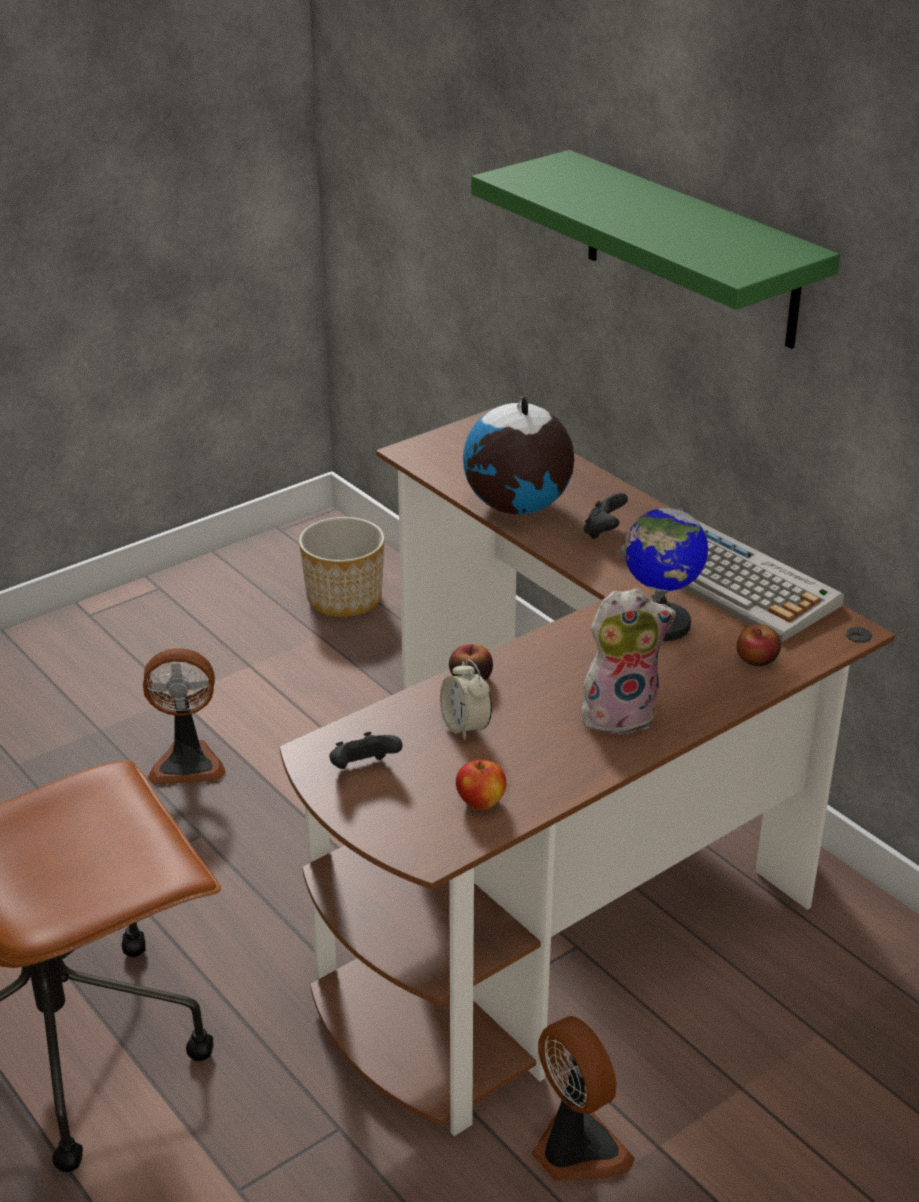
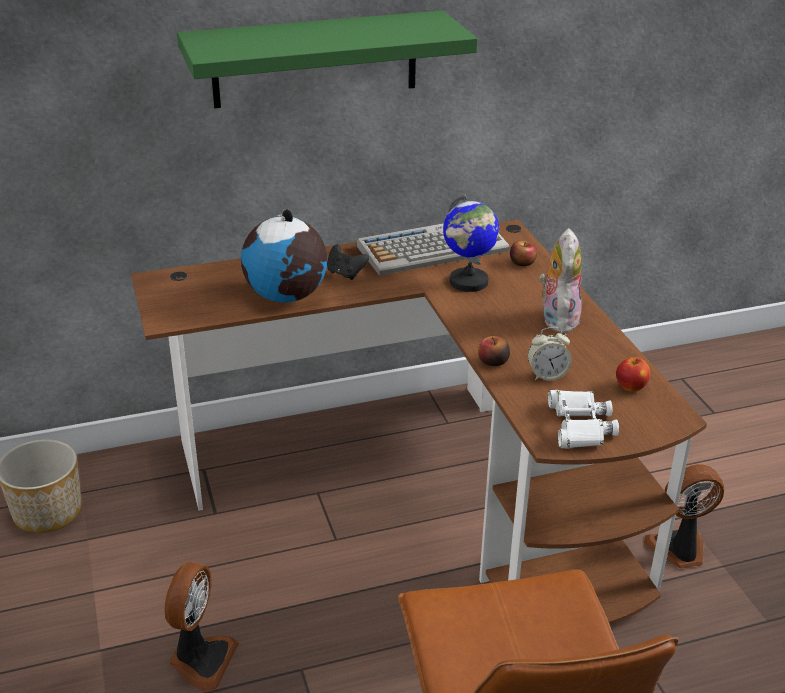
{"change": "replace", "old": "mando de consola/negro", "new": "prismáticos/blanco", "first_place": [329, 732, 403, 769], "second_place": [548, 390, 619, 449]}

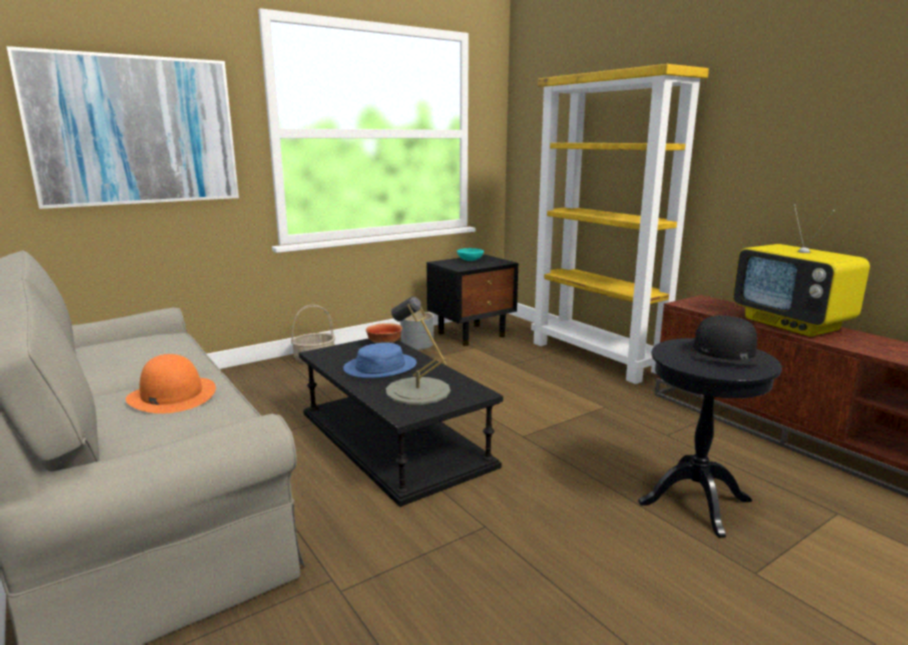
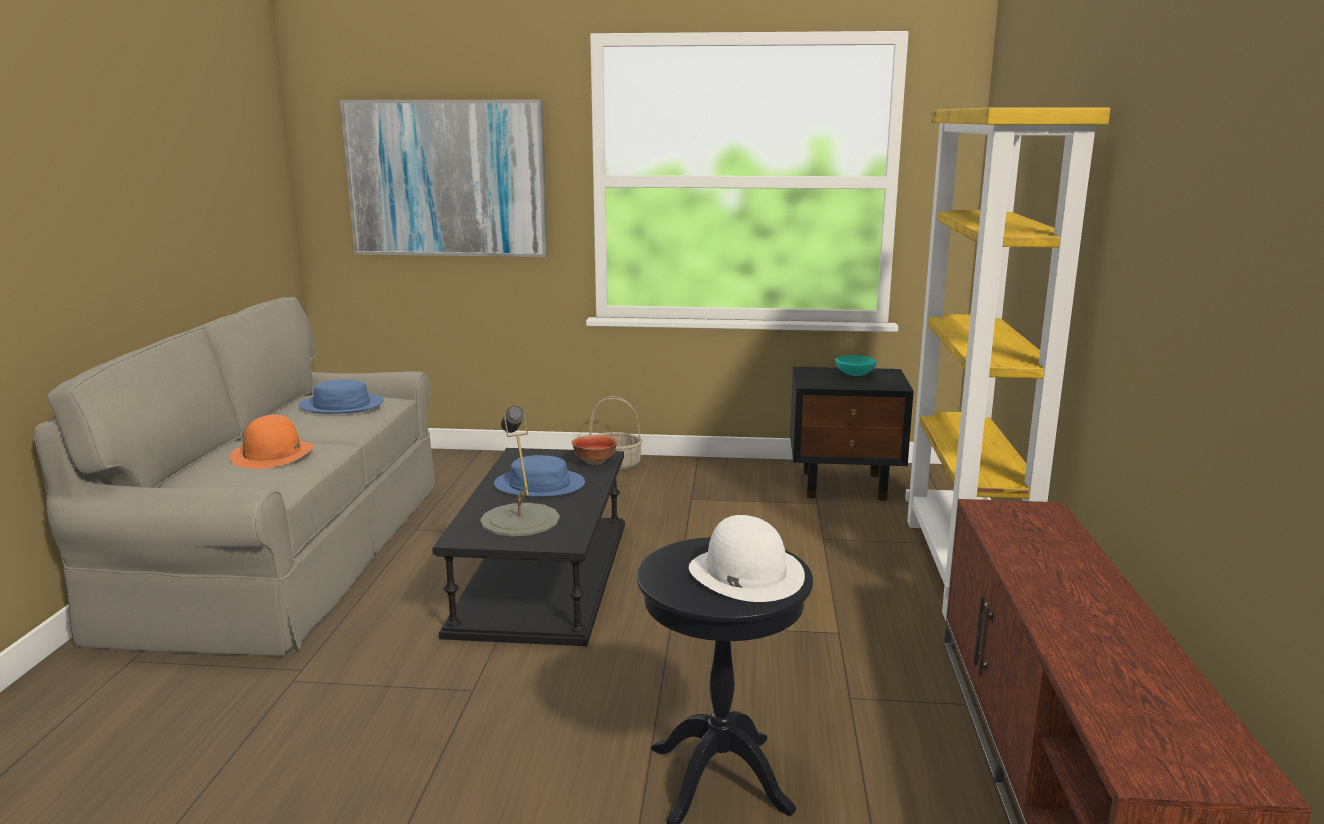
{"change": "delete", "old": "televisor", "first_place": [733, 204, 870, 337]}
{"change": "delete", "old": "maceta/gris", "first_place": [400, 311, 434, 350]}
{"change": "recolor", "old": "sombrero/negro", "new": "sombrero/blanco", "first_place": [680, 315, 770, 365], "second_place": [689, 515, 805, 602]}
{"change": "insert", "new": "sombrero/azul", "second_place": [298, 379, 384, 414]}

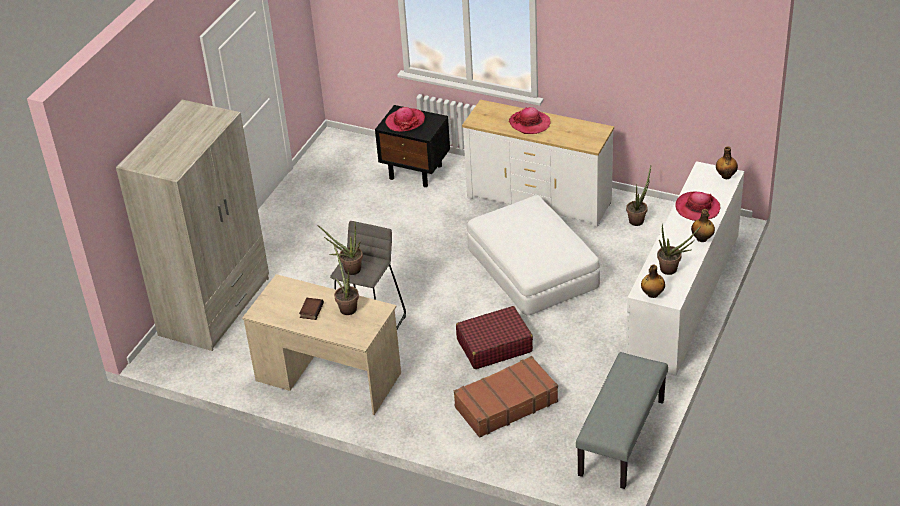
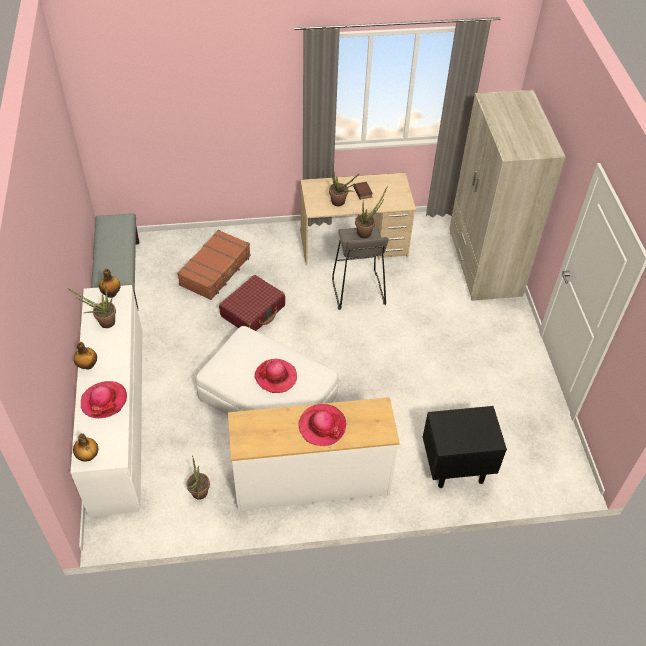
{"change": "move", "old": "sombrero", "first_place": [385, 107, 425, 132], "second_place": [254, 359, 297, 393]}

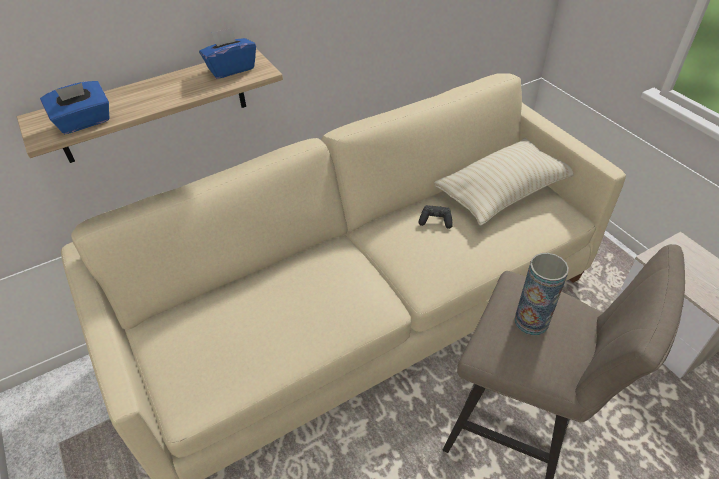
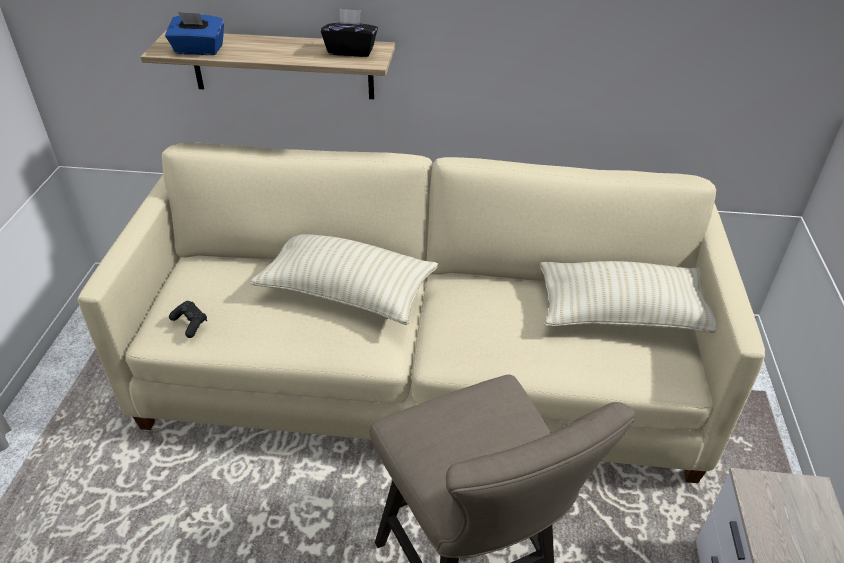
{"change": "recolor", "old": "caja de pañuelos/azul", "new": "caja de pañuelos/negro", "first_place": [199, 27, 256, 79], "second_place": [321, 8, 378, 57]}
{"change": "move", "old": "mando de consola/negro", "first_place": [419, 205, 453, 229], "second_place": [169, 301, 207, 338]}
{"change": "delete", "old": "florero", "first_place": [514, 253, 569, 336]}
{"change": "insert", "new": "cojín/beis", "second_place": [251, 234, 438, 325]}

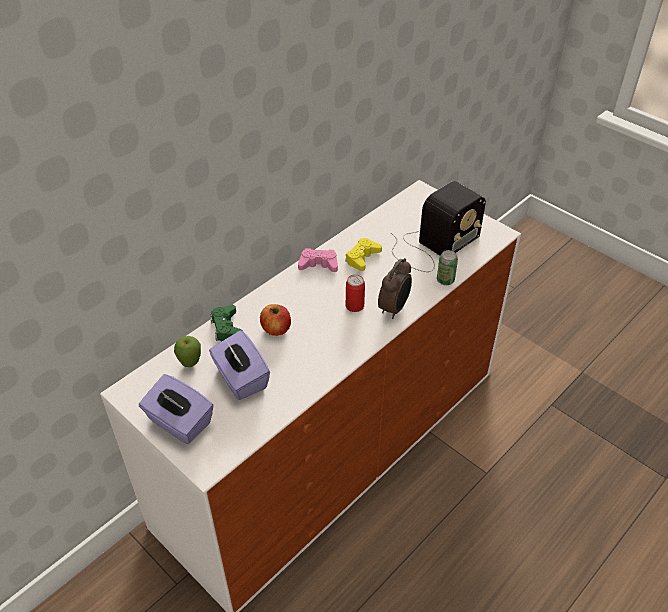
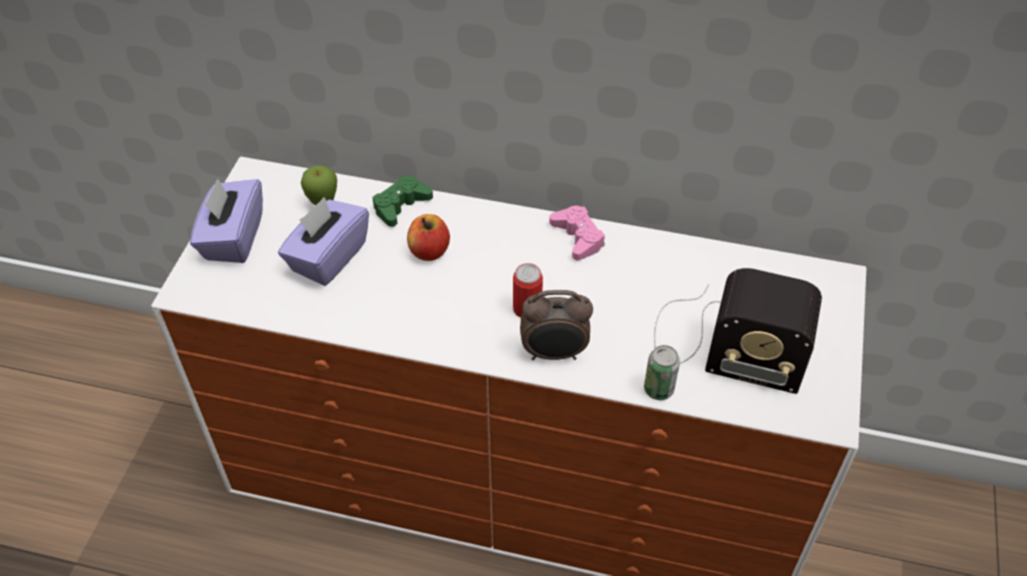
{"change": "delete", "old": "mando de consola/amarillo", "first_place": [345, 238, 382, 271]}

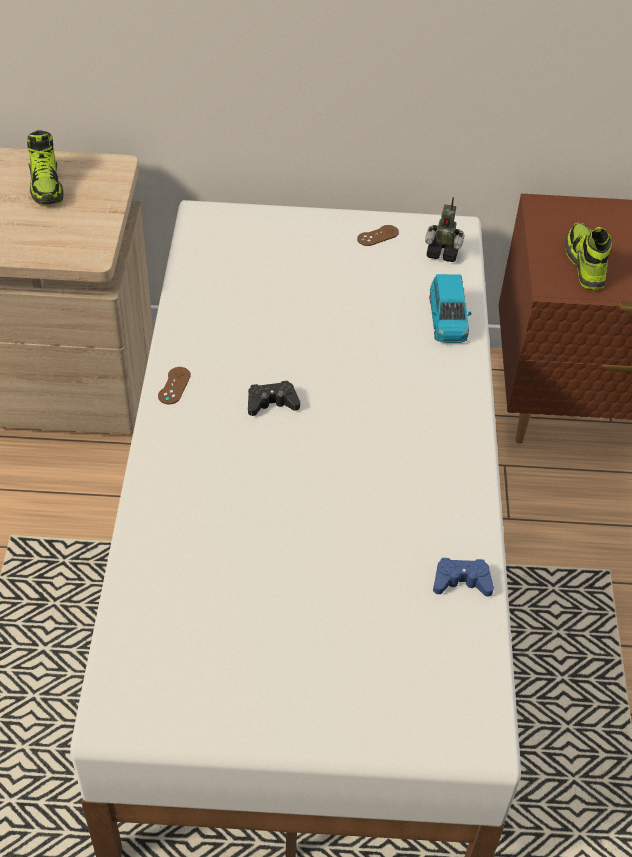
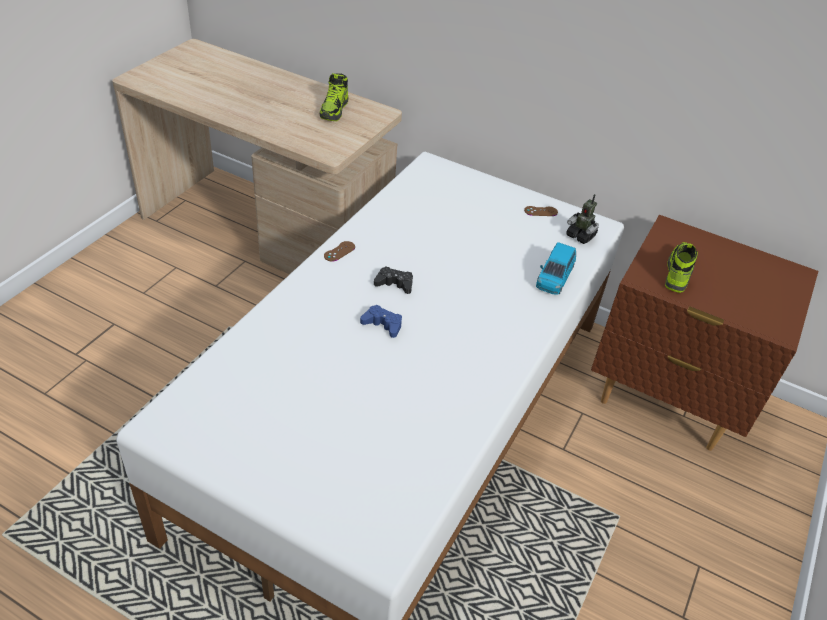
{"change": "move", "old": "mando de consola/azul", "first_place": [433, 558, 494, 597], "second_place": [360, 305, 402, 338]}

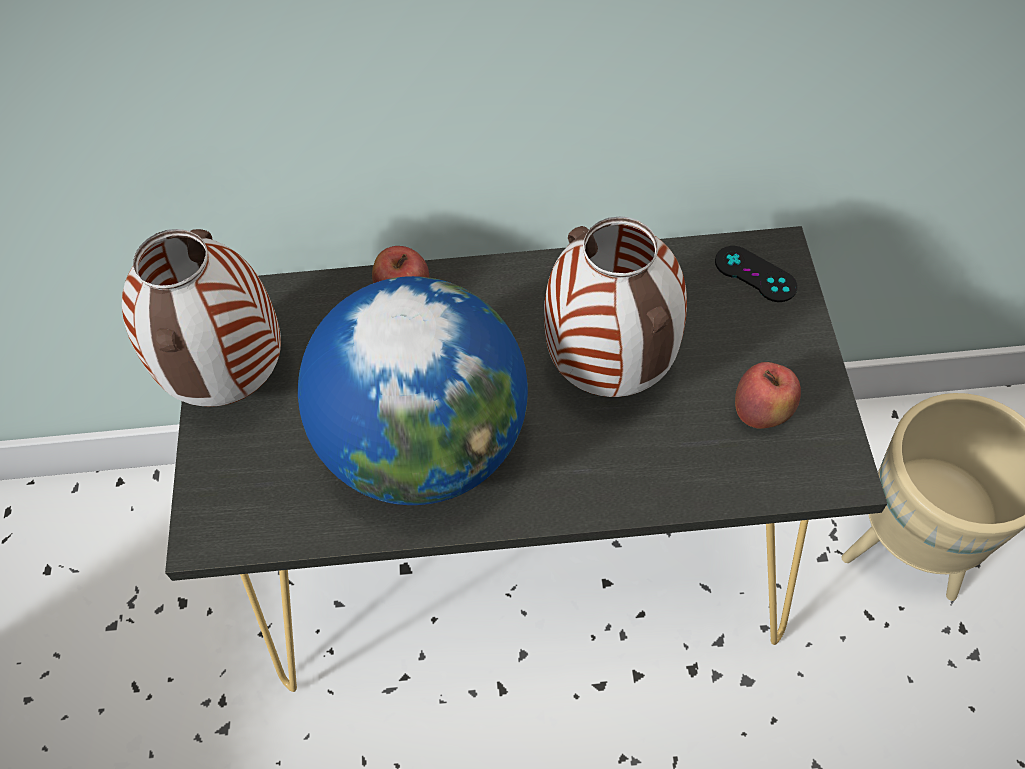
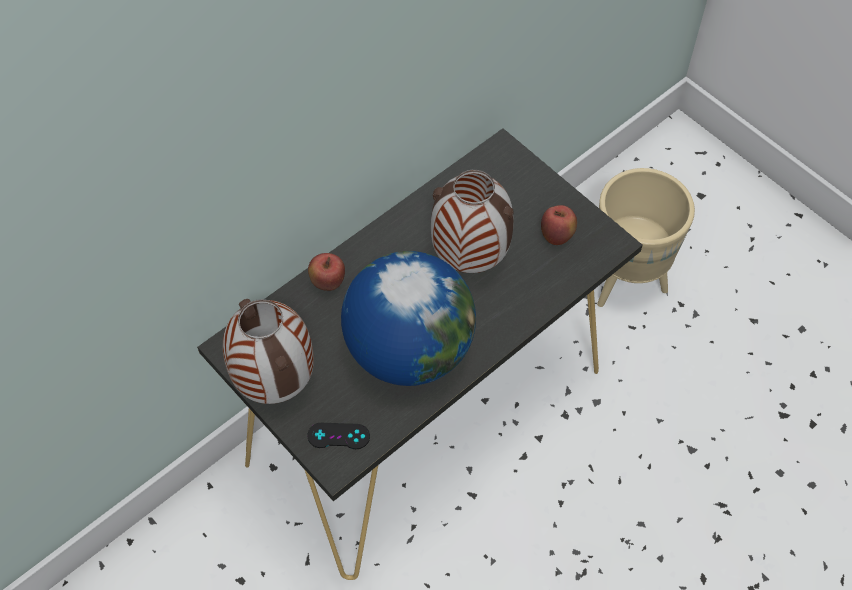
{"change": "move", "old": "mando de consola/negro", "first_place": [715, 246, 798, 302], "second_place": [307, 423, 370, 449]}

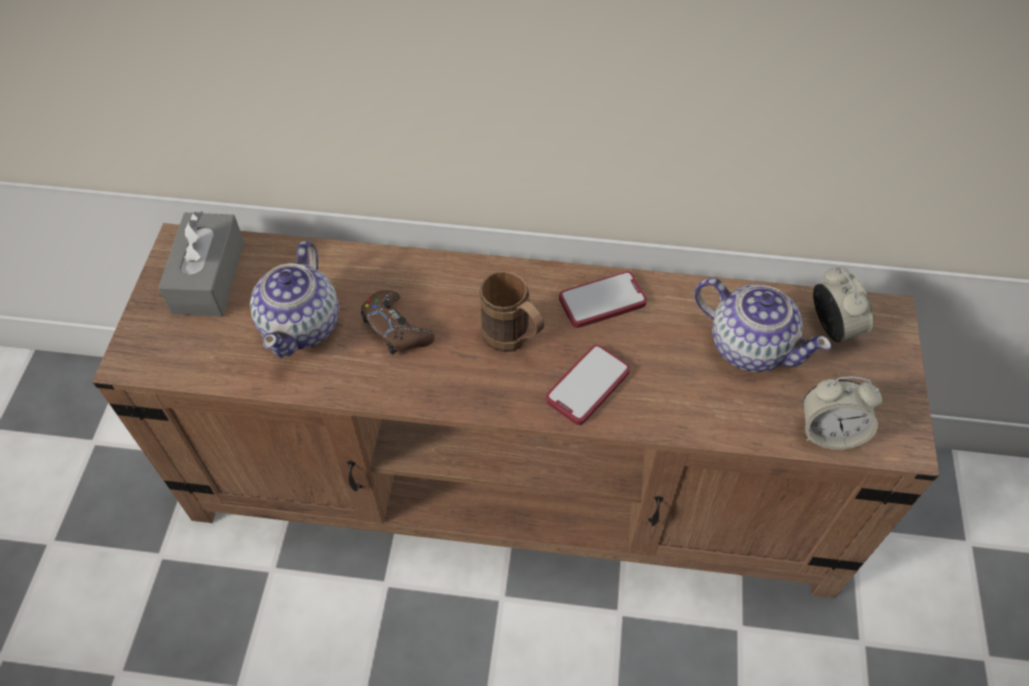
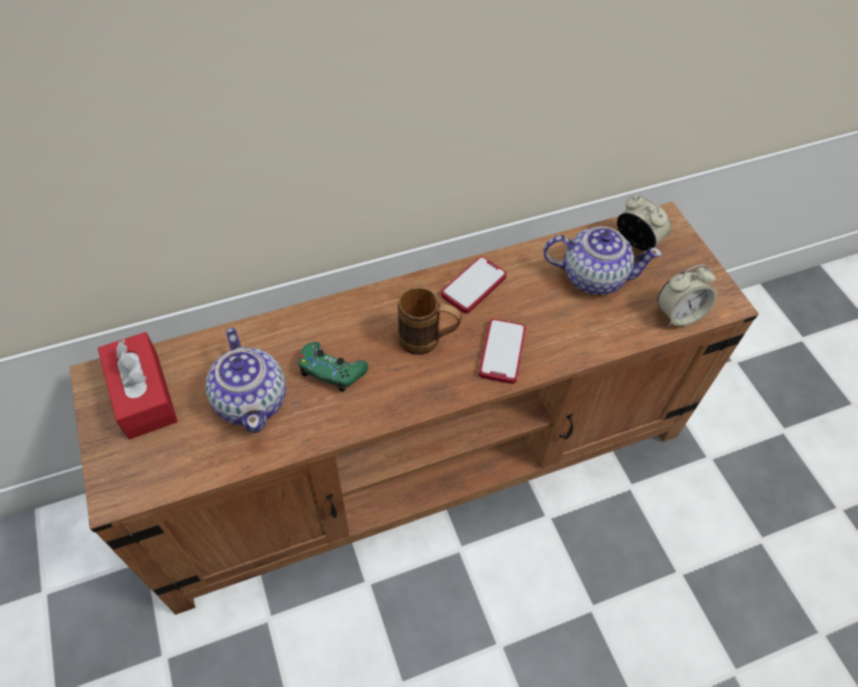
{"change": "recolor", "old": "caja de pañuelos/gris", "new": "caja de pañuelos/rojo", "first_place": [158, 211, 244, 316], "second_place": [98, 332, 178, 439]}
{"change": "recolor", "old": "mando de consola/marrón", "new": "mando de consola/verde", "first_place": [361, 290, 435, 355], "second_place": [298, 342, 368, 392]}

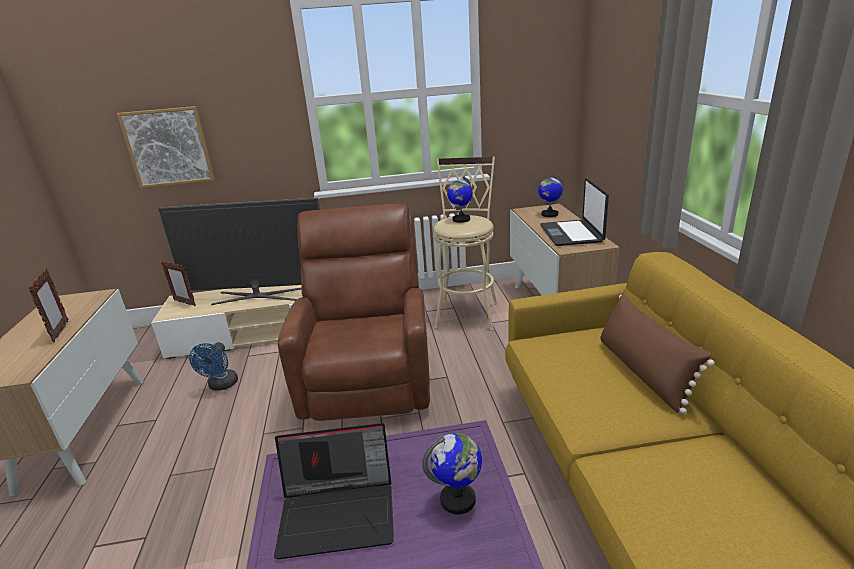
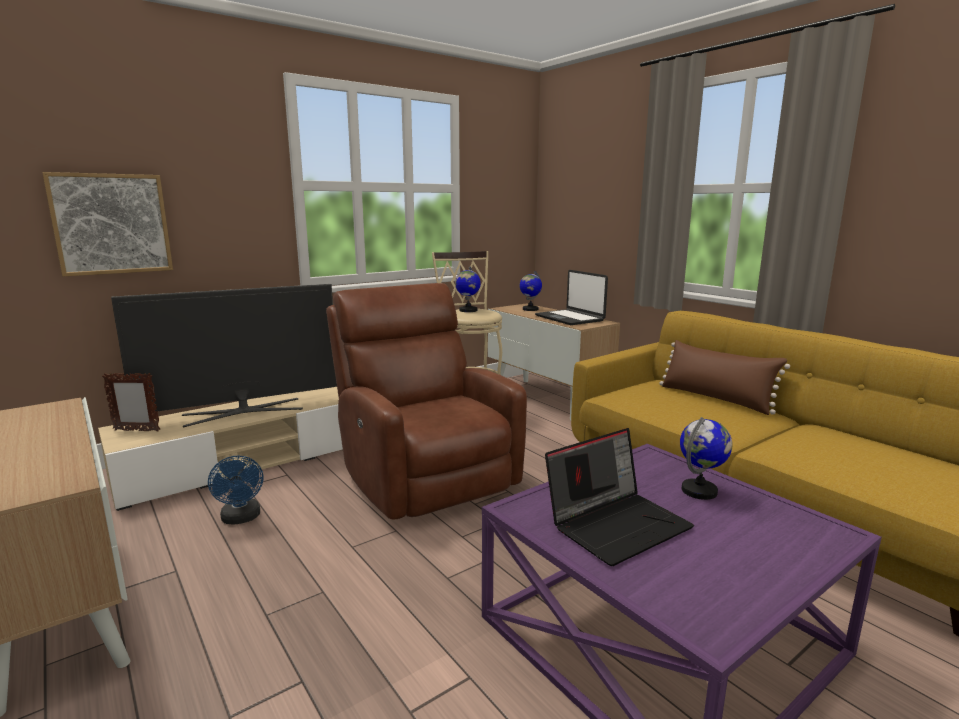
{"change": "delete", "old": "portarretratos", "first_place": [29, 268, 68, 342]}

